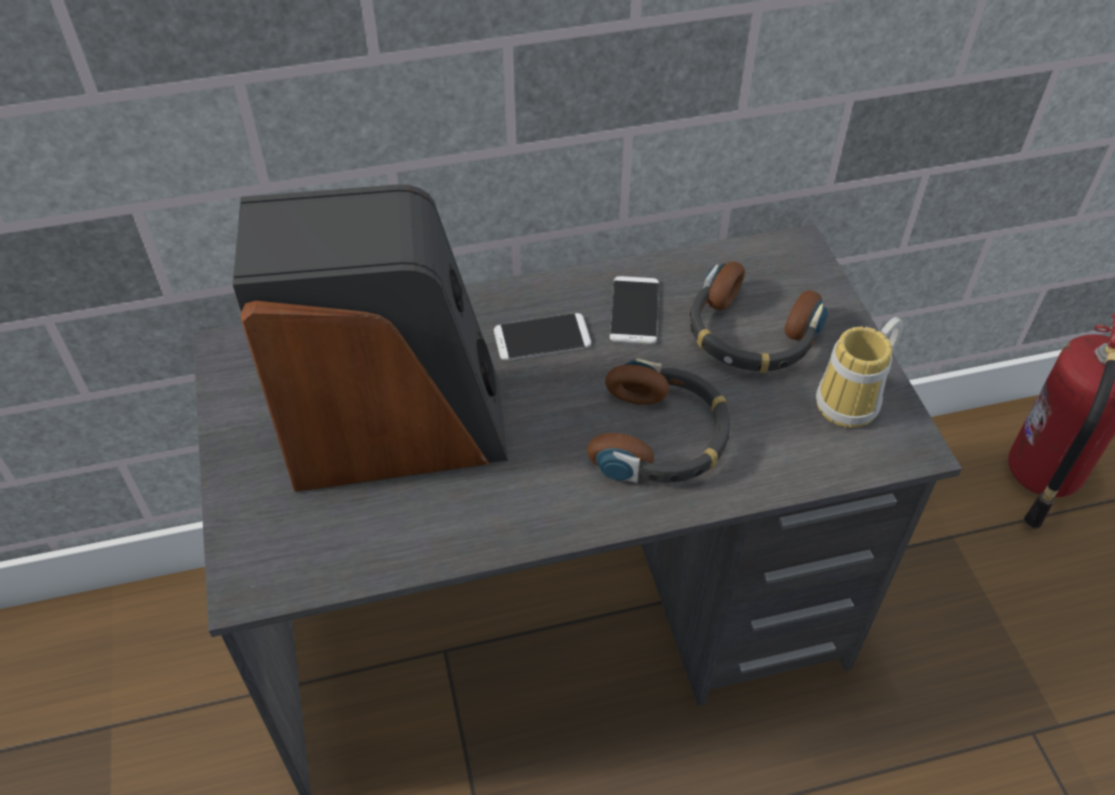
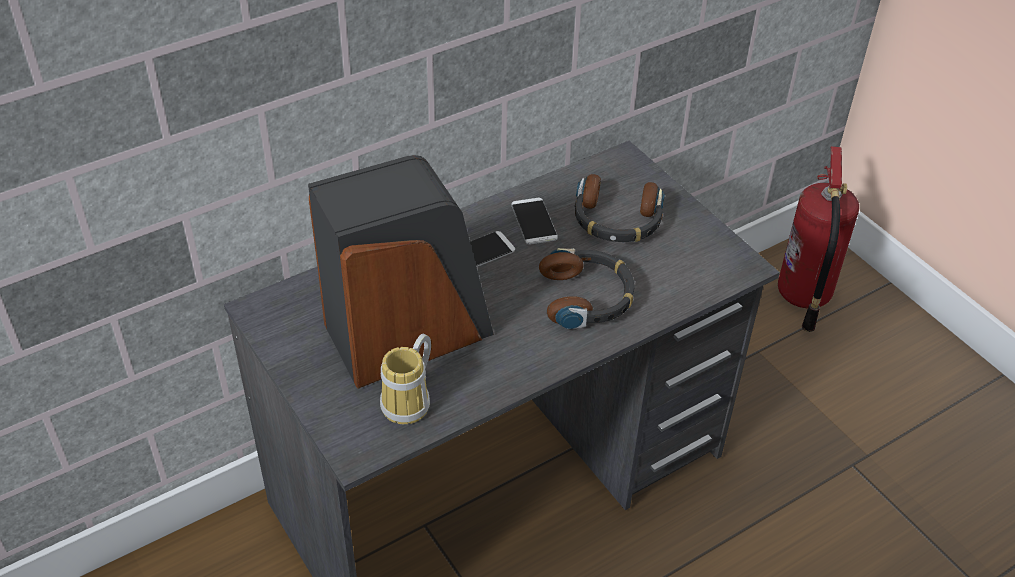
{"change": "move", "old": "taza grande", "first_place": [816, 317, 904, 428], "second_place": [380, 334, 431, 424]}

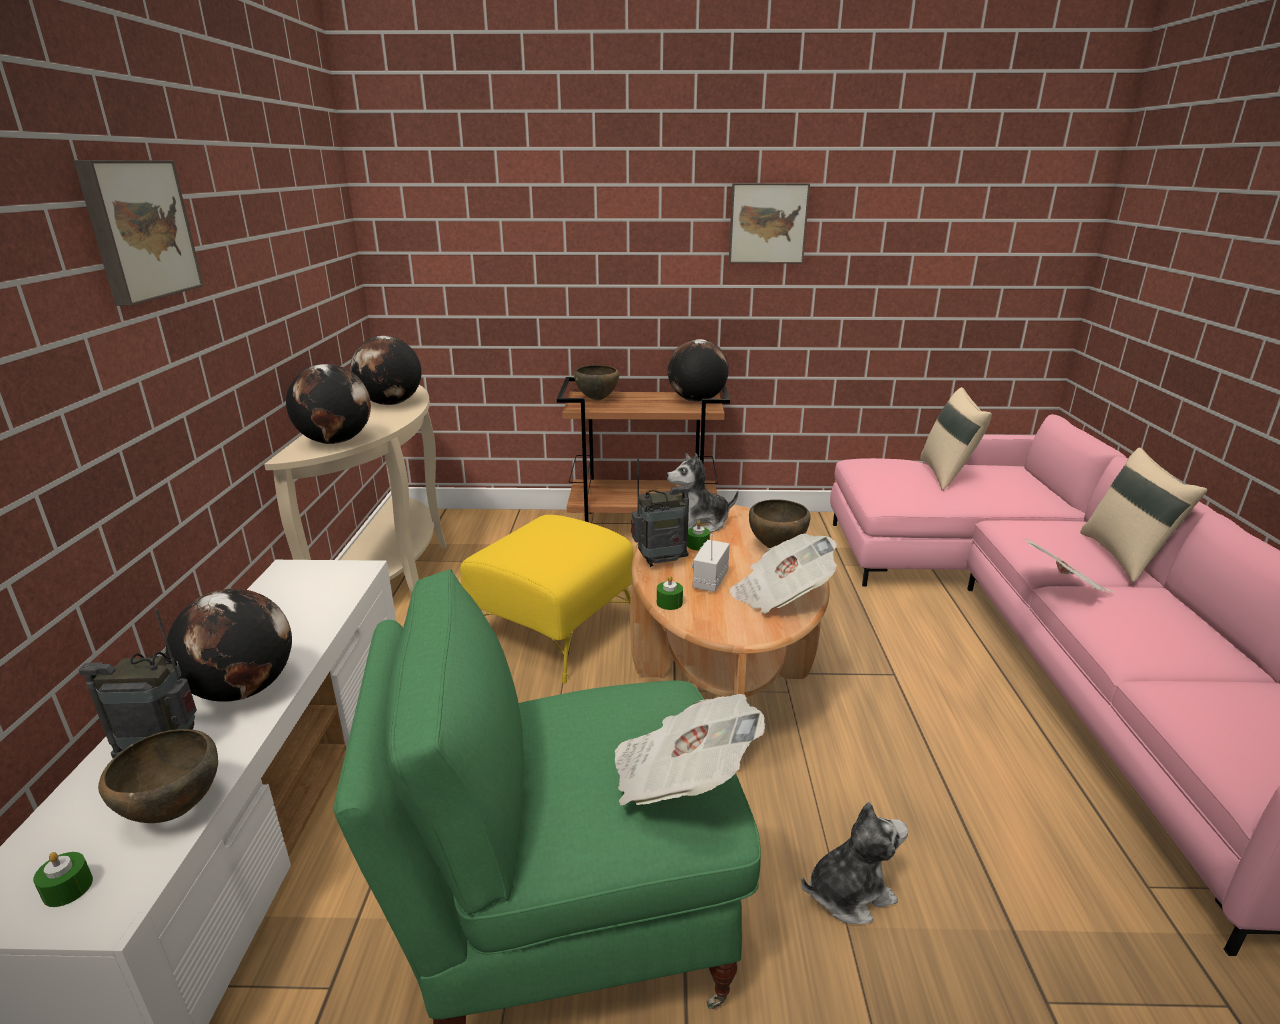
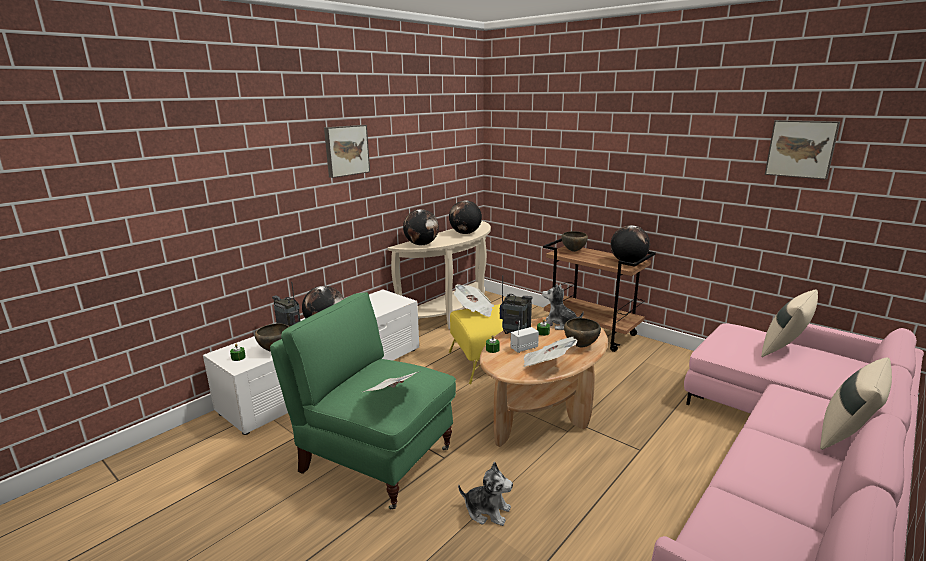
{"change": "move", "old": "cuadro", "first_place": [729, 183, 810, 263], "second_place": [765, 120, 840, 180]}
{"change": "move", "old": "periódico", "first_place": [1022, 539, 1115, 593], "second_place": [454, 284, 494, 317]}

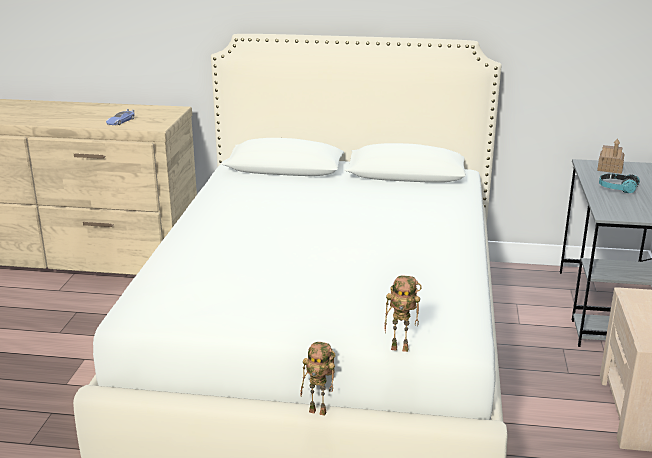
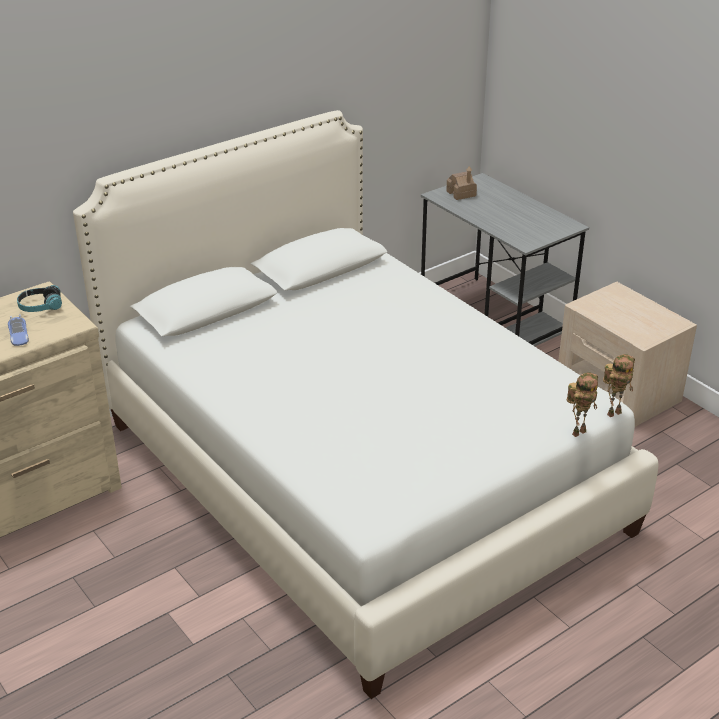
{"change": "move", "old": "auriculares", "first_place": [599, 174, 640, 193], "second_place": [17, 285, 62, 312]}
{"change": "move", "old": "robot de juguete", "first_place": [300, 342, 335, 416], "second_place": [603, 354, 635, 417]}

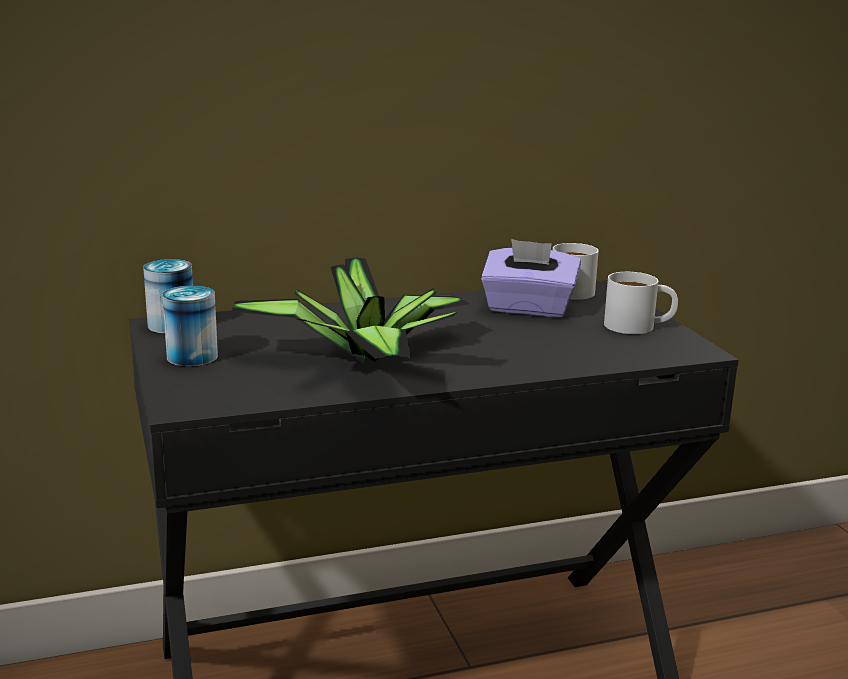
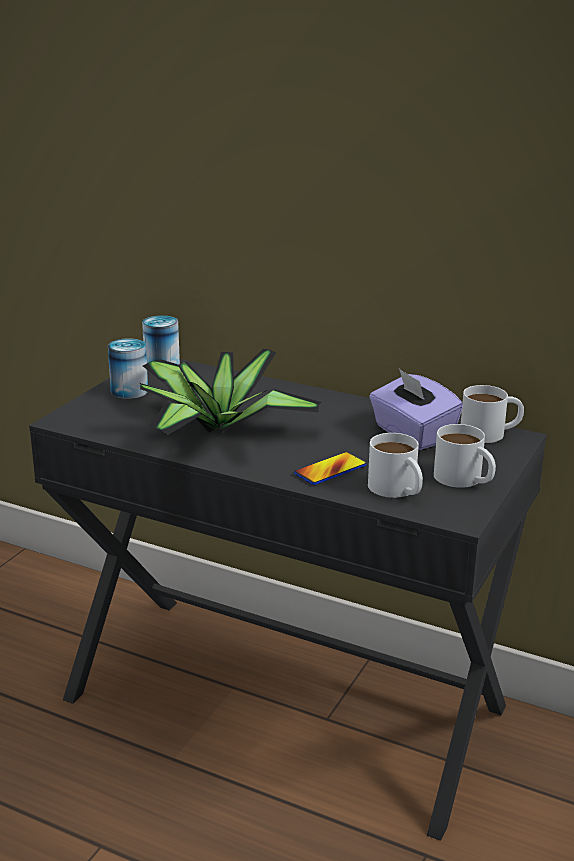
{"change": "insert", "new": "taza grande/blanco", "second_place": [368, 433, 423, 498]}
{"change": "insert", "new": "móvil", "second_place": [294, 452, 367, 485]}

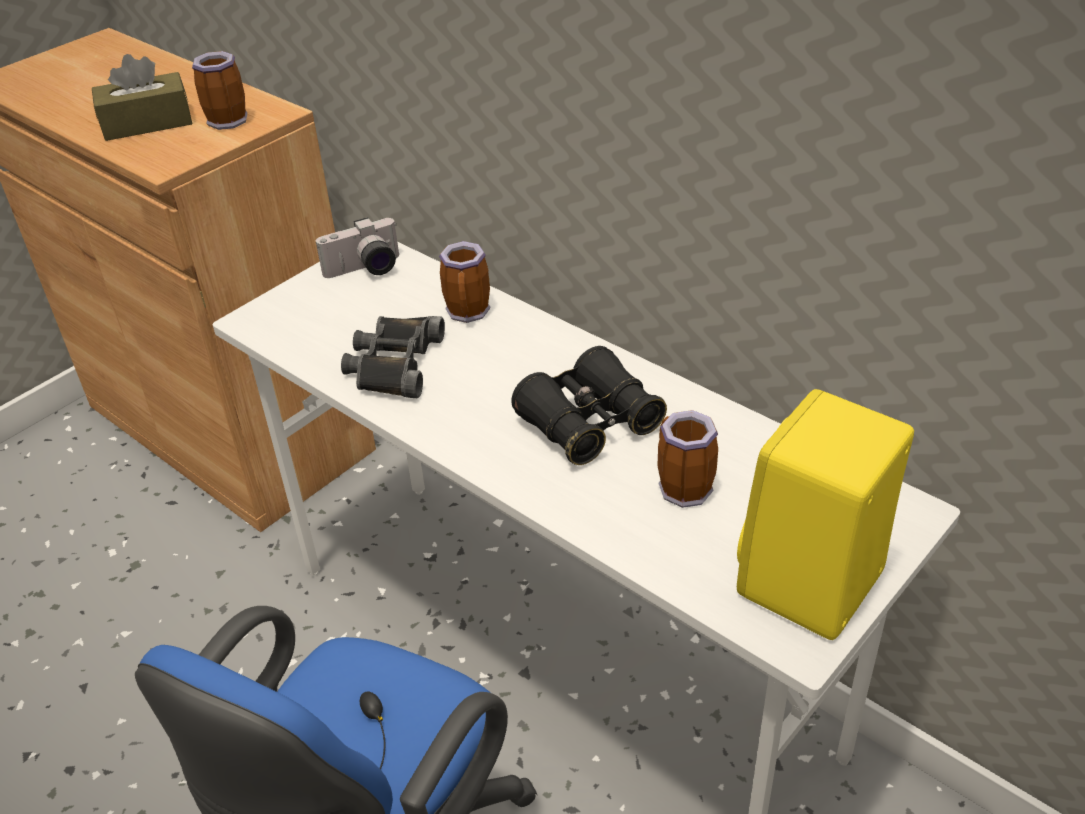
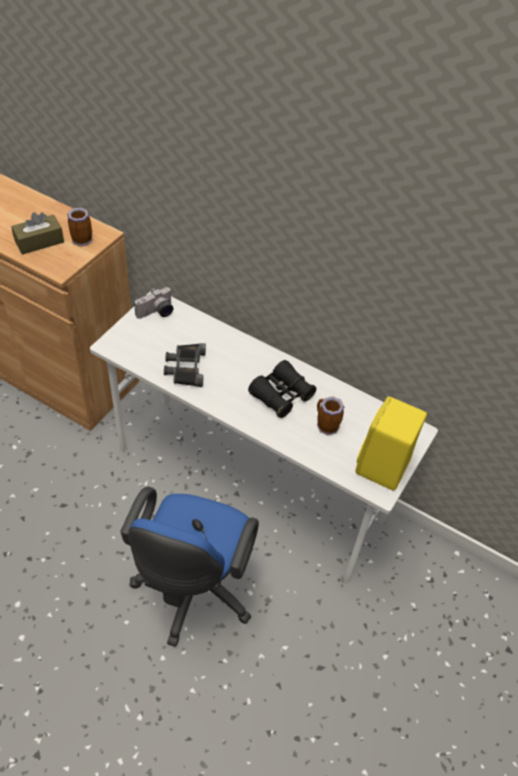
{"change": "delete", "old": "taza grande", "first_place": [439, 241, 490, 323]}

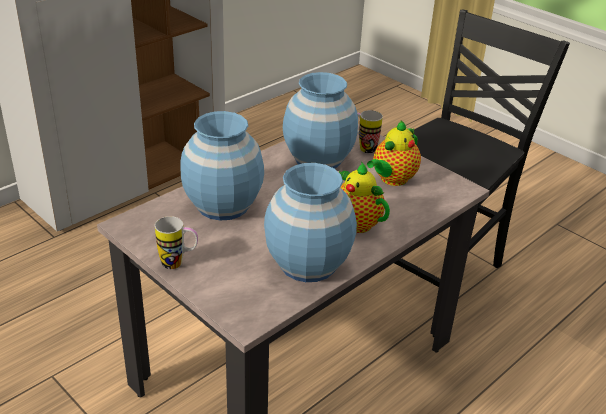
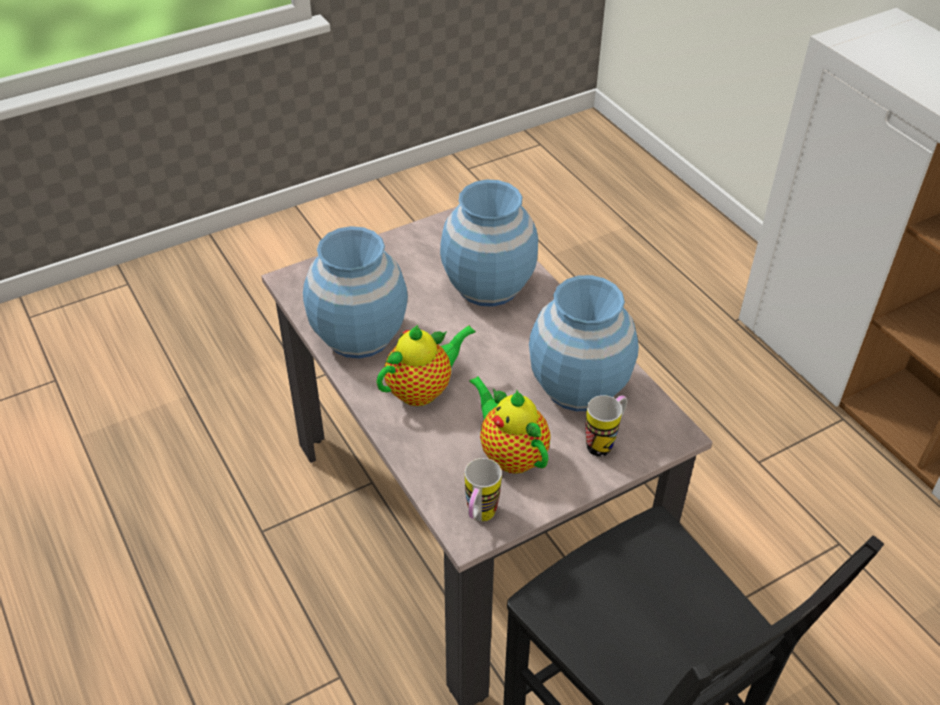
{"change": "move", "old": "taza grande", "first_place": [155, 216, 198, 269], "second_place": [465, 458, 502, 522]}

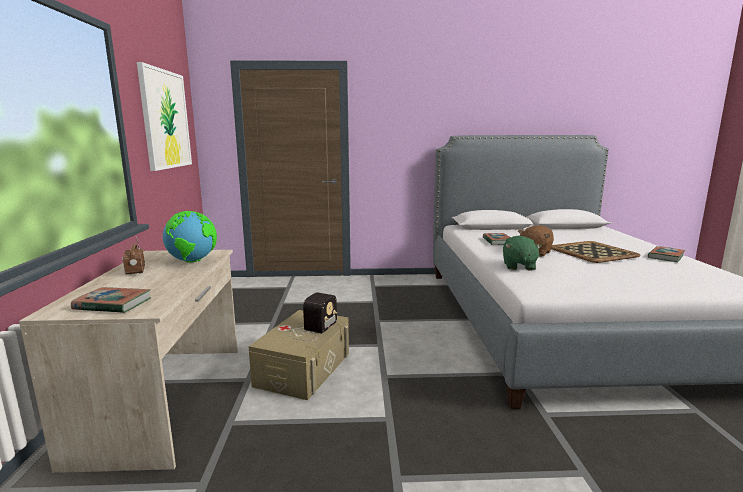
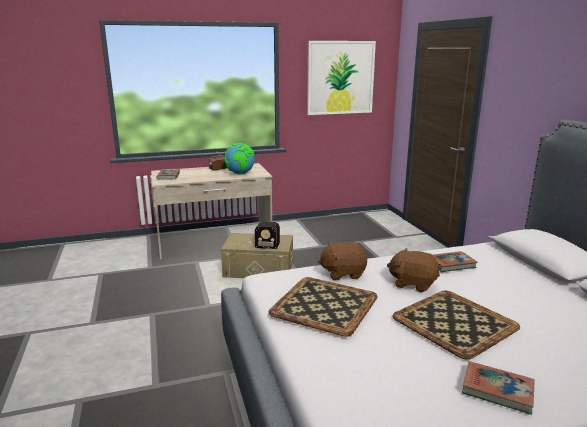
{"change": "recolor", "old": "peluche/verde", "new": "peluche/marrón", "first_place": [503, 235, 542, 271], "second_place": [318, 241, 367, 280]}
{"change": "insert", "new": "bandeja", "second_place": [268, 277, 378, 337]}

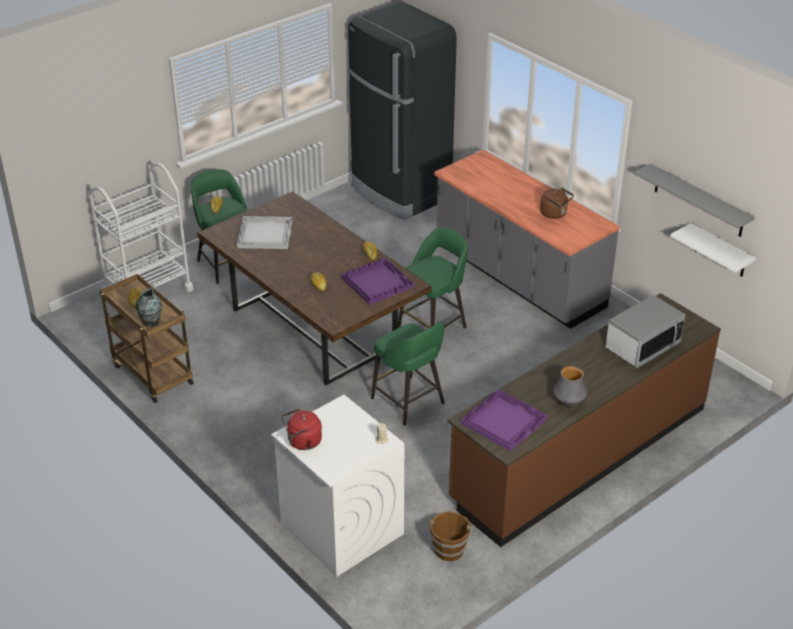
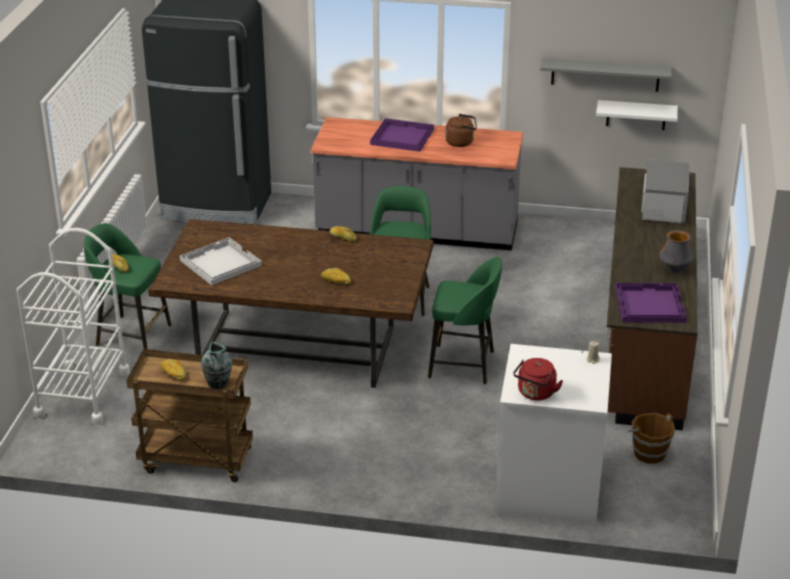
{"change": "move", "old": "bandeja/morado", "first_place": [341, 258, 414, 305], "second_place": [370, 118, 434, 152]}

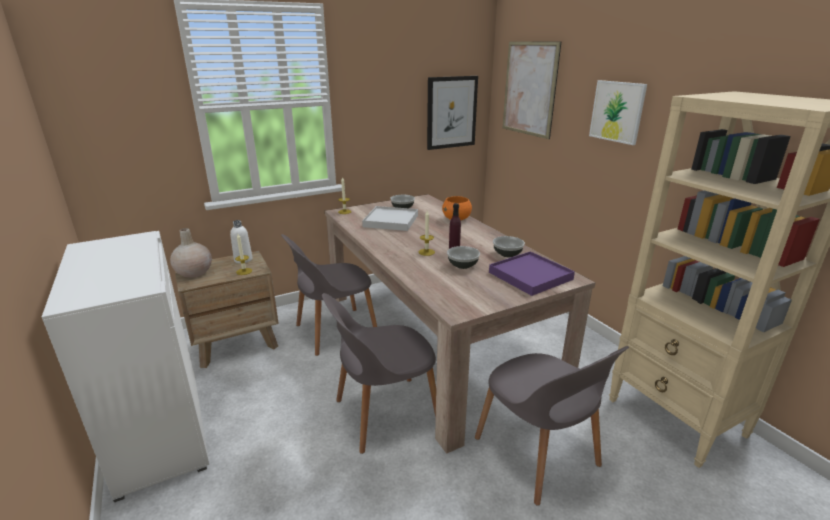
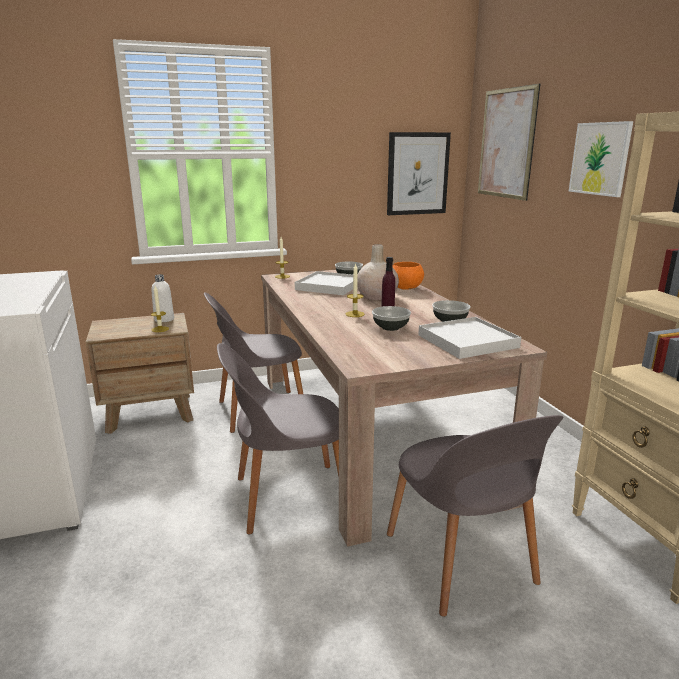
{"change": "move", "old": "florero/beis", "first_place": [170, 228, 212, 278], "second_place": [357, 244, 399, 300]}
{"change": "recolor", "old": "bandeja/morado", "new": "bandeja/blanco", "first_place": [489, 251, 575, 296], "second_place": [418, 317, 521, 359]}

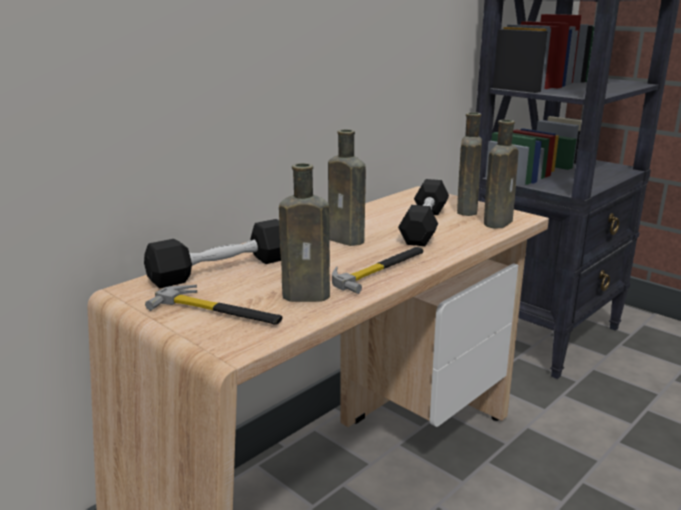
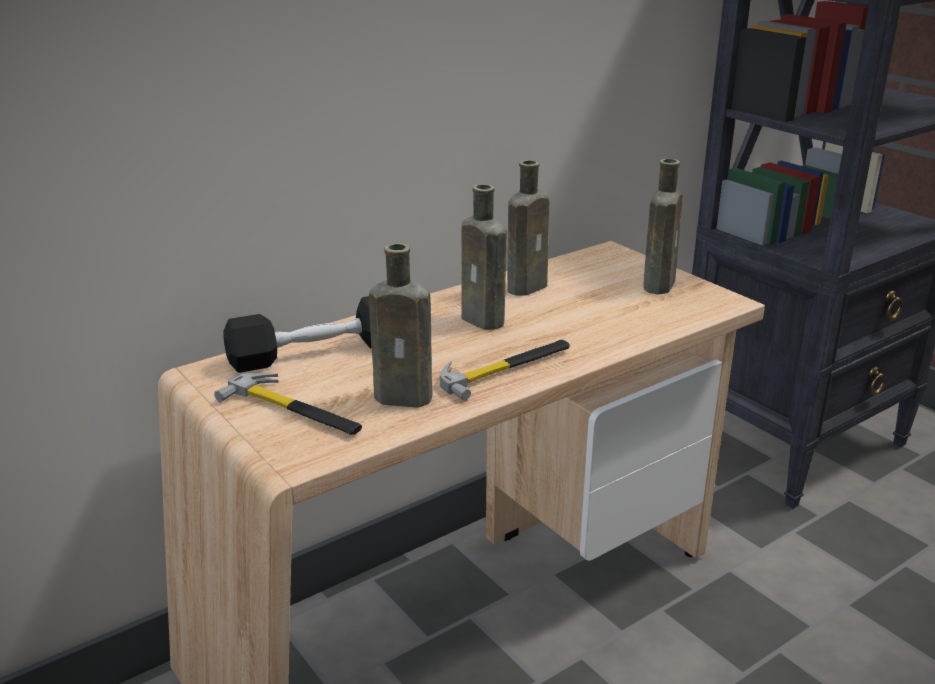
{"change": "move", "old": "botella/marrón", "first_place": [484, 120, 519, 228], "second_place": [507, 160, 549, 296]}
{"change": "delete", "old": "mancuerna/negro", "first_place": [398, 179, 449, 246]}

